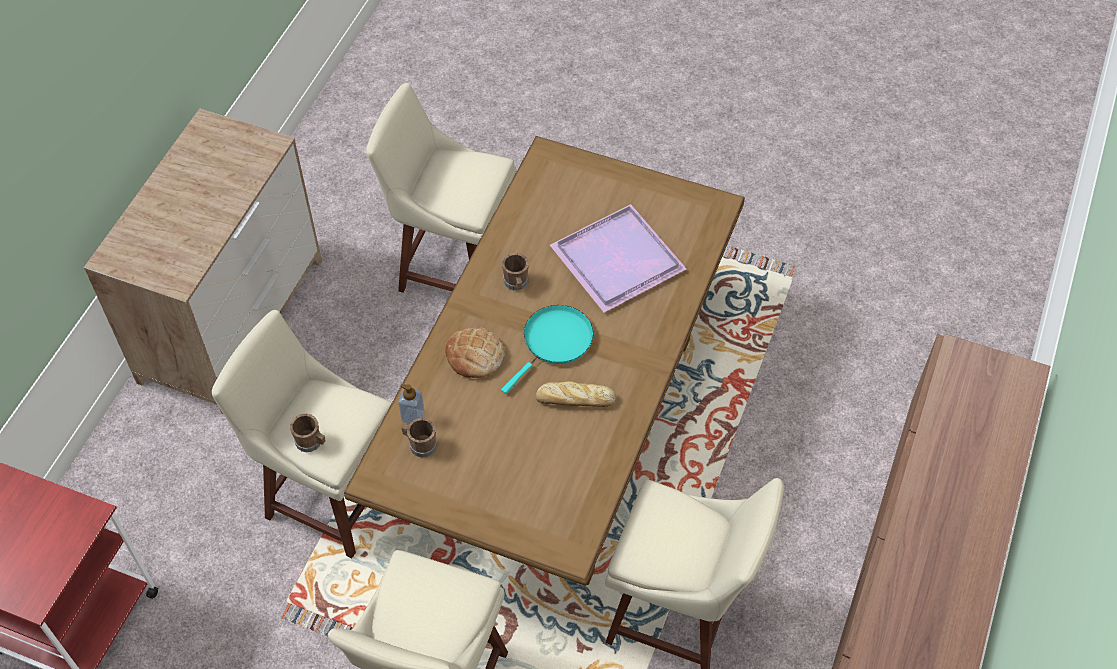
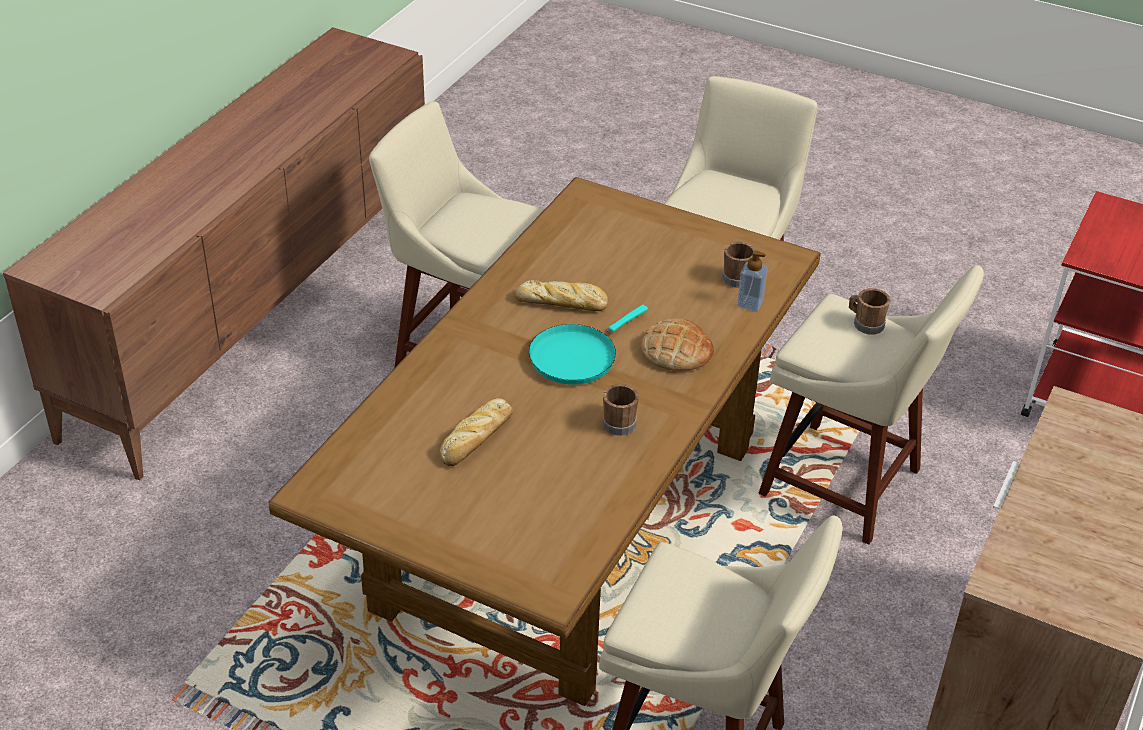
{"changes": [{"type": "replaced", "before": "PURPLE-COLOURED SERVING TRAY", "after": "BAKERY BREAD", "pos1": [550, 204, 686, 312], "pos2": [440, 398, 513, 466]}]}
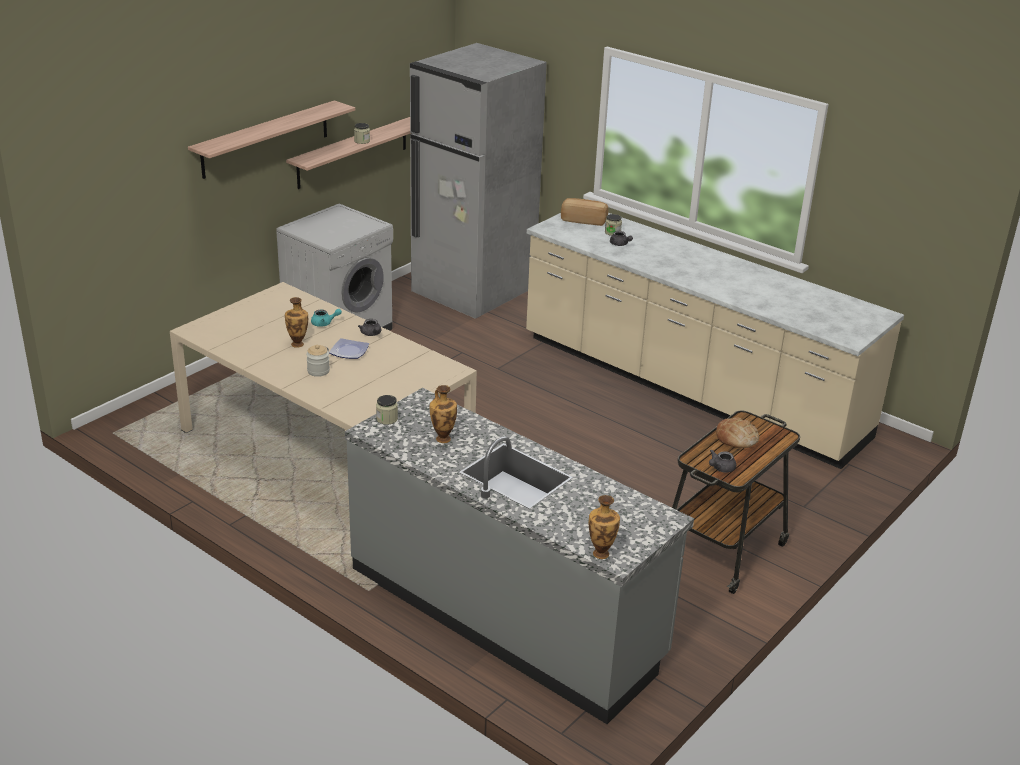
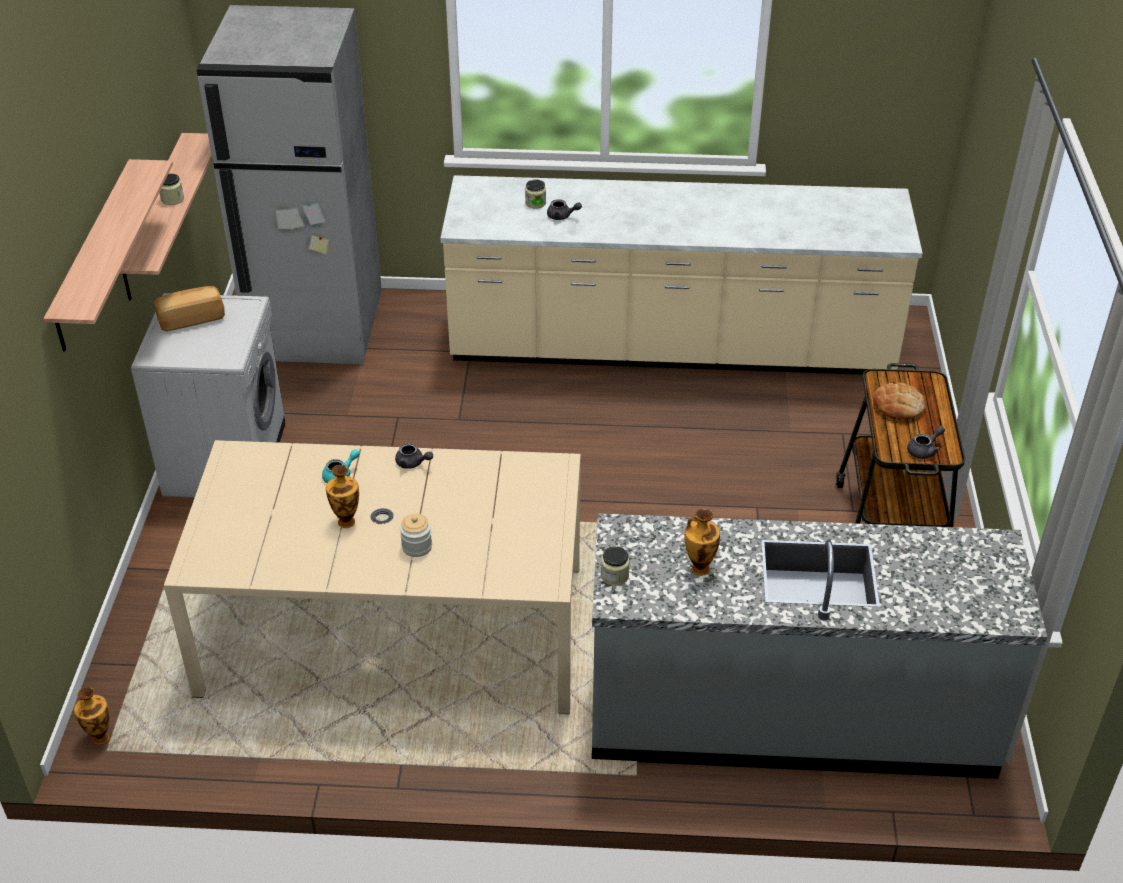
{"changes": [{"type": "moved", "before": "FLOWER VASE", "pos1": [589, 495, 620, 559], "pos2": [74, 687, 110, 745]}, {"type": "moved", "before": "BAKERY BREAD", "pos1": [561, 198, 609, 226], "pos2": [154, 286, 225, 331]}, {"type": "turned", "before": "GREYISH POT FOR TEA", "pos1": [709, 450, 736, 473], "pos2": [907, 426, 945, 459], "turn": -135}, {"type": "removed", "before": "PLATE", "pos1": [329, 338, 369, 359]}]}
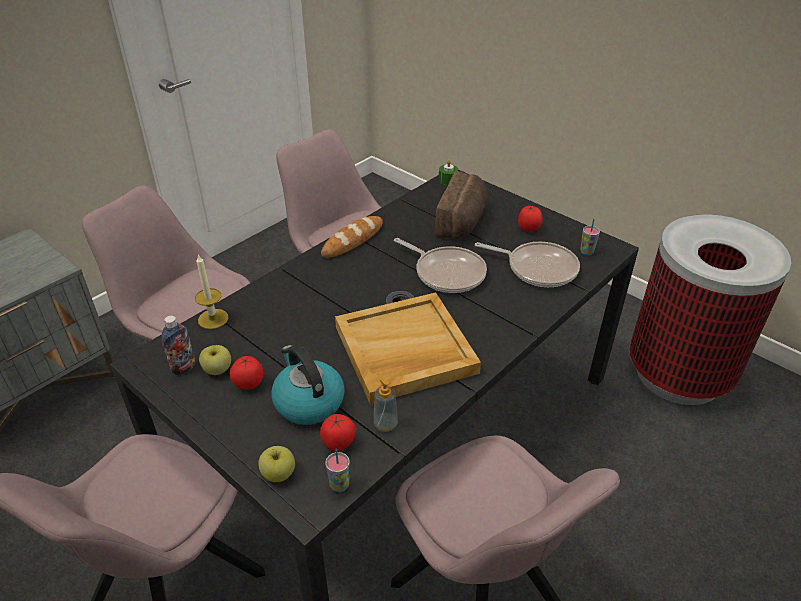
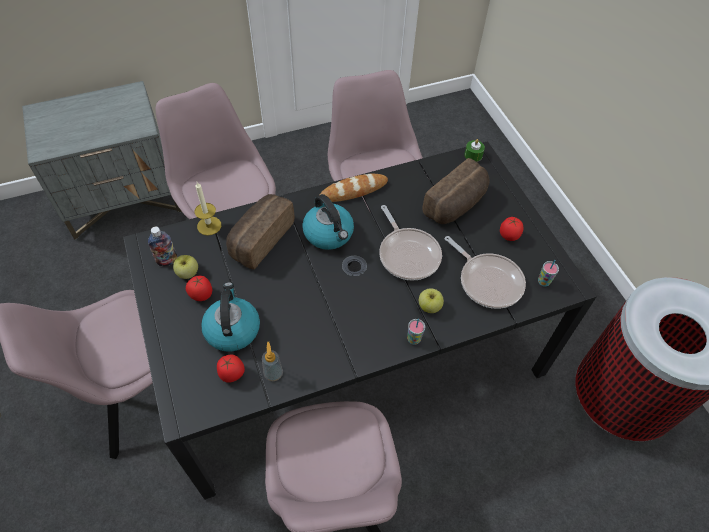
{"changes": [{"type": "added", "after": "BAKERY BREAD", "pos2": [226, 194, 294, 269]}, {"type": "added", "after": "KETTLE", "pos2": [302, 194, 354, 250]}, {"type": "moved", "before": "CUP", "pos1": [325, 449, 350, 492], "pos2": [407, 319, 425, 345]}, {"type": "moved", "before": "WHOLE APPLE", "pos1": [258, 446, 295, 482], "pos2": [419, 288, 444, 313]}, {"type": "removed", "before": "BEIGE SERVING TRAY", "pos1": [335, 292, 481, 404]}]}
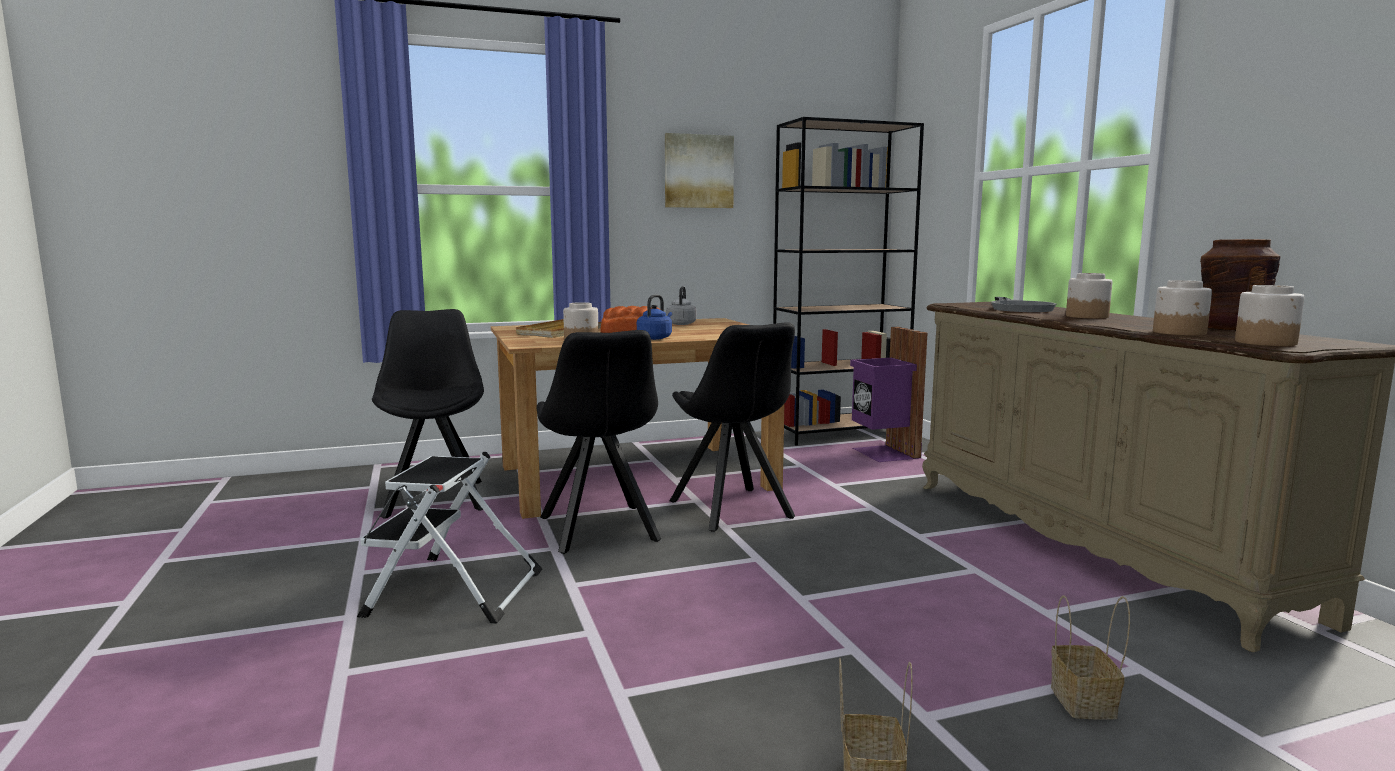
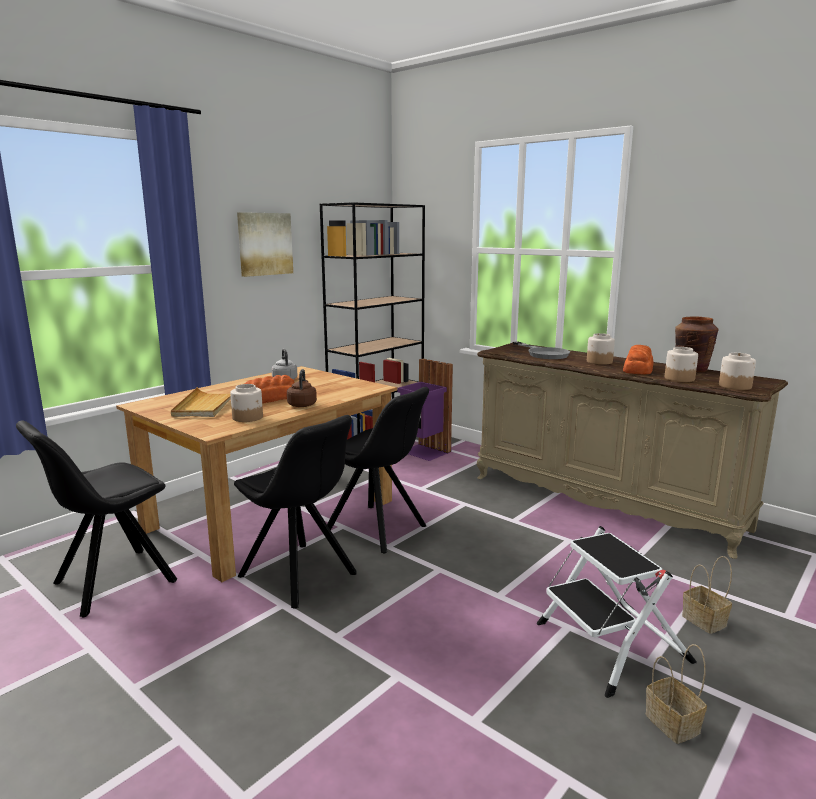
{"changes": [{"type": "turned", "before": "BLACK CHAIR", "pos1": [372, 309, 484, 519], "pos2": [16, 420, 177, 617], "turn": -90}, {"type": "recoloured", "before": "BLUE-COLOURED KETTLE", "after": "BROWN KETTLE", "pos1": [637, 295, 672, 340], "pos2": [287, 369, 317, 407]}, {"type": "moved", "before": "STEP LADDER", "pos1": [357, 452, 542, 624], "pos2": [537, 526, 697, 698]}, {"type": "added", "after": "BAKERY BREAD", "pos2": [623, 345, 653, 374]}]}
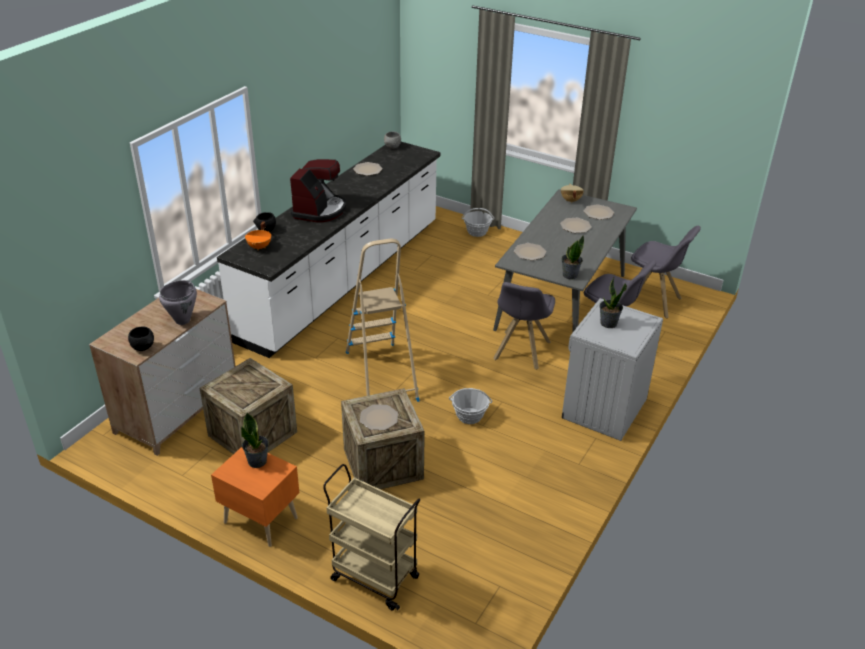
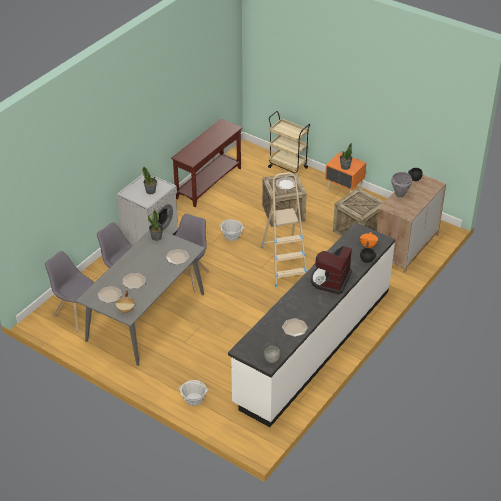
{"changes": [{"type": "added", "after": "BROWN CONSOLE TABLE", "pos2": [171, 119, 242, 207]}]}
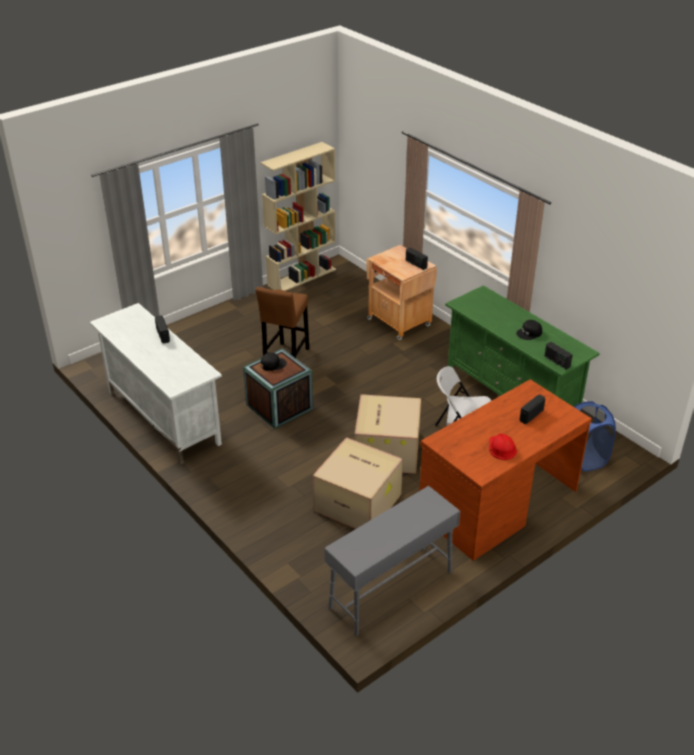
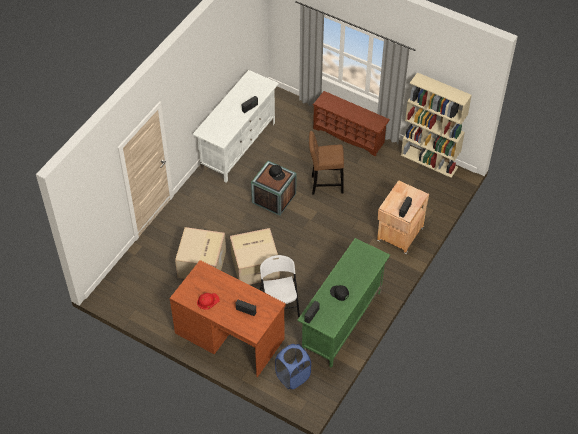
{"changes": [{"type": "added", "after": "BROWN SHOE STAND", "pos2": [313, 91, 390, 156]}, {"type": "removed", "before": "GREYISH CONSOLE TABLE", "pos1": [324, 486, 461, 636]}]}
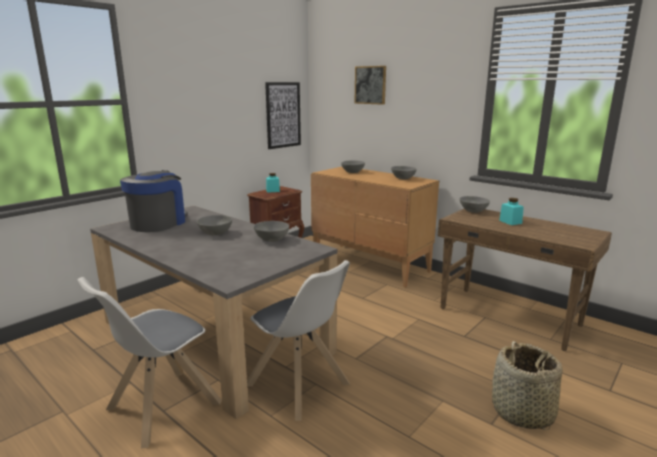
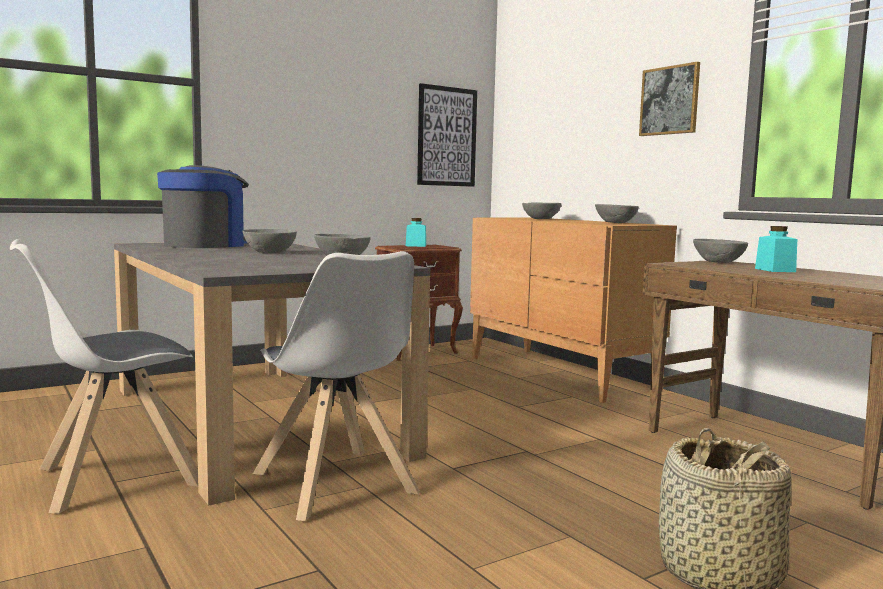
{"changes": [{"type": "moved", "before": "PICTURE", "pos1": [355, 66, 386, 105], "pos2": [639, 62, 700, 136]}]}
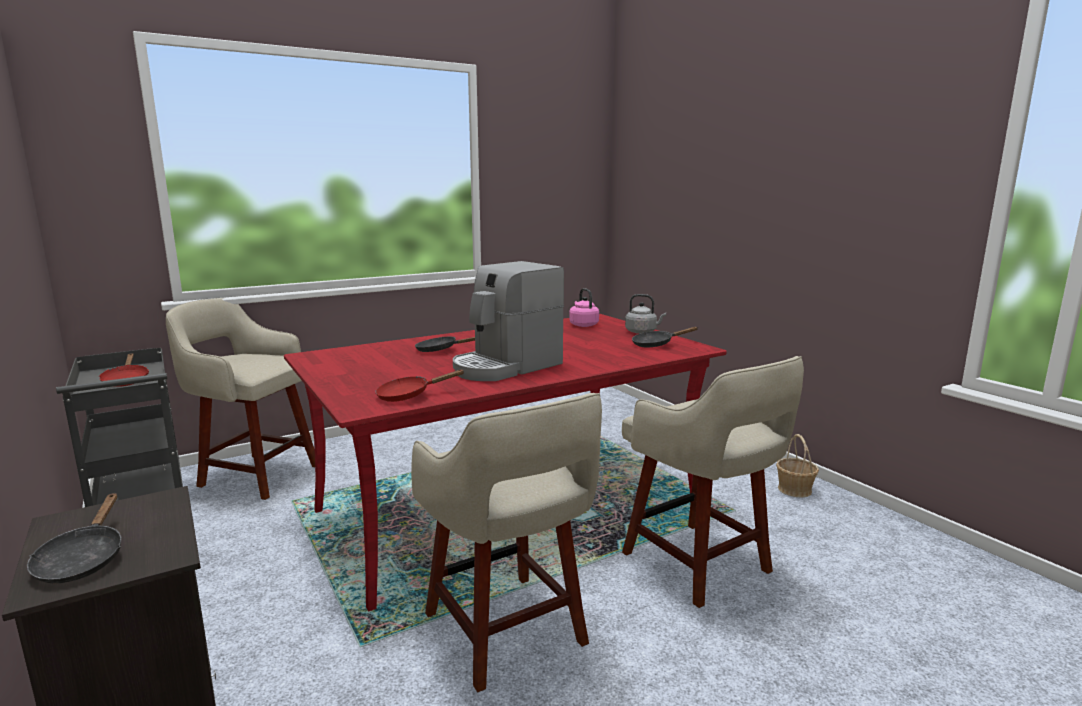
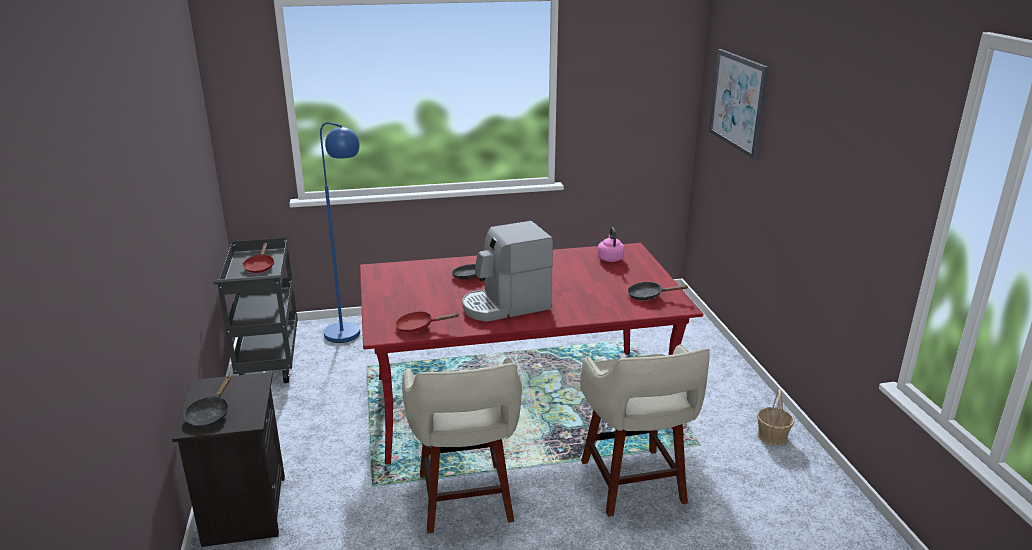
{"changes": [{"type": "replaced", "before": "BEIGE SITTING STOOL", "after": "BLUE-COLOURED FLOOR LAMP", "pos1": [166, 298, 315, 500], "pos2": [320, 122, 360, 343]}, {"type": "added", "after": "PICTURE", "pos2": [709, 49, 769, 160]}, {"type": "removed", "before": "GREYISH KETTLE", "pos1": [625, 294, 666, 334]}]}
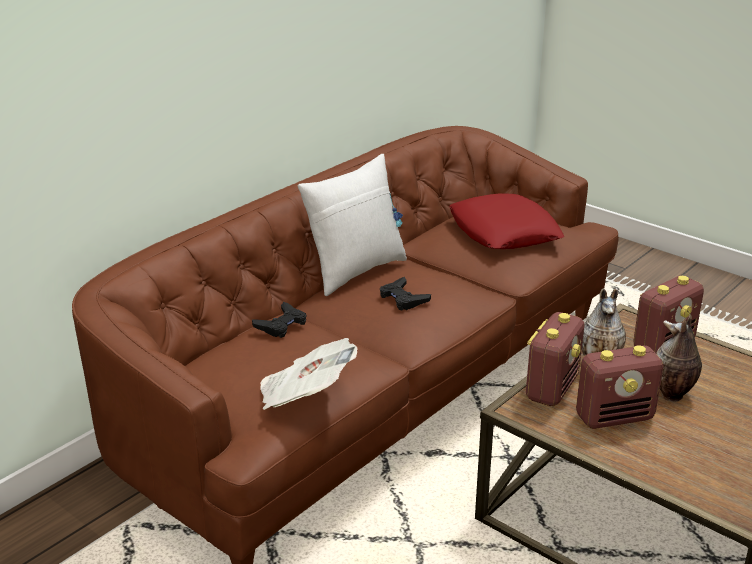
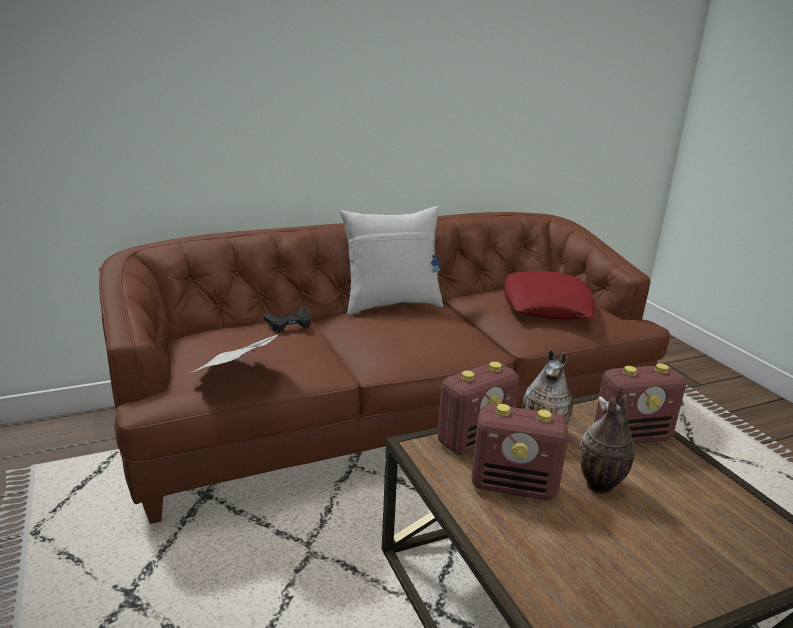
{"changes": [{"type": "removed", "before": "BLACK GAMEPAD", "pos1": [380, 277, 431, 311]}]}
